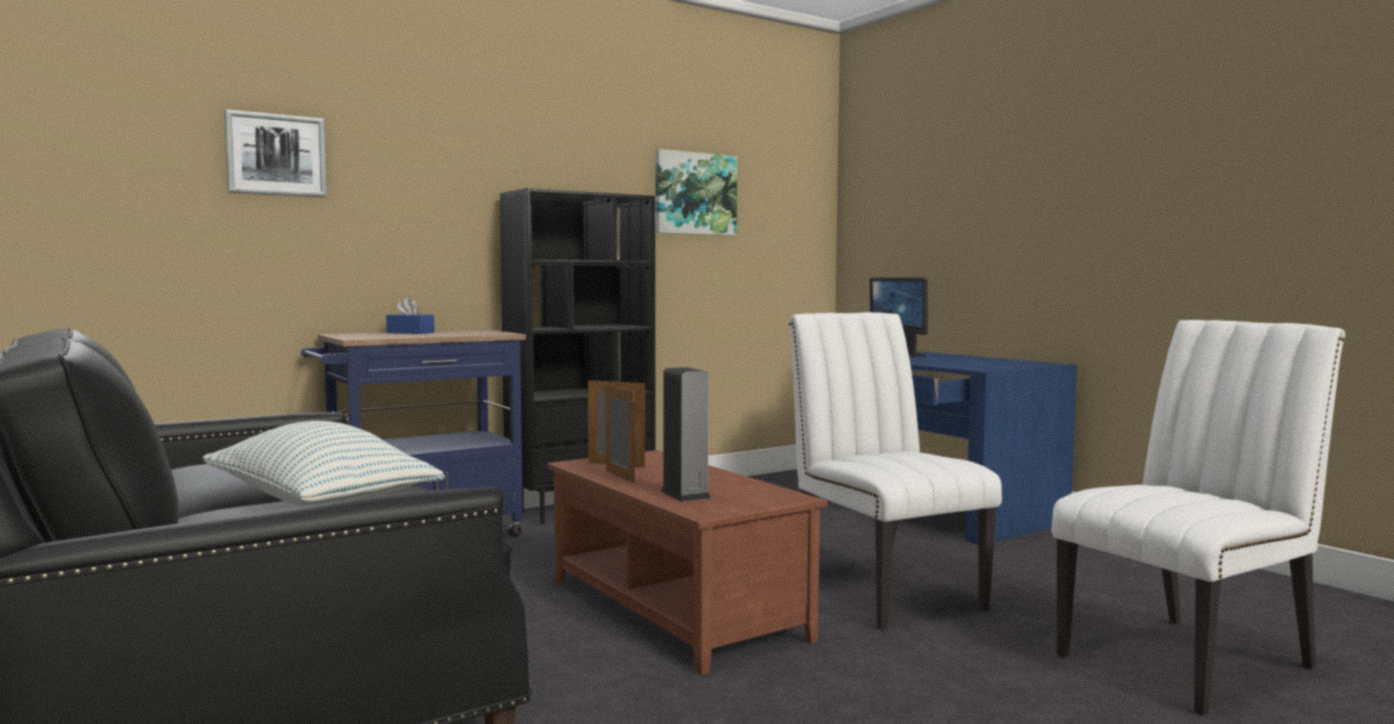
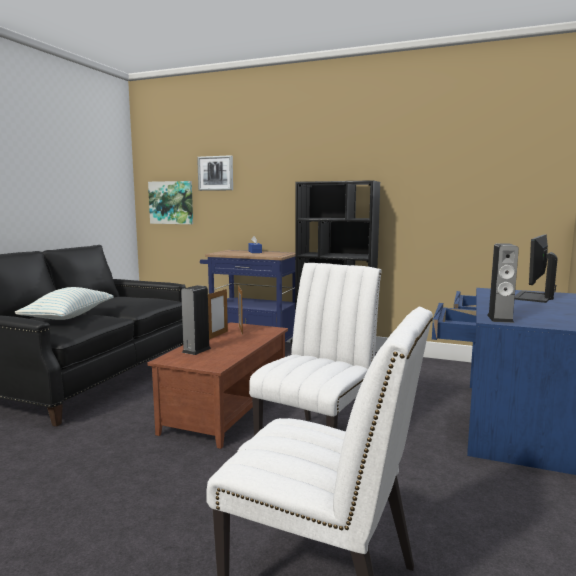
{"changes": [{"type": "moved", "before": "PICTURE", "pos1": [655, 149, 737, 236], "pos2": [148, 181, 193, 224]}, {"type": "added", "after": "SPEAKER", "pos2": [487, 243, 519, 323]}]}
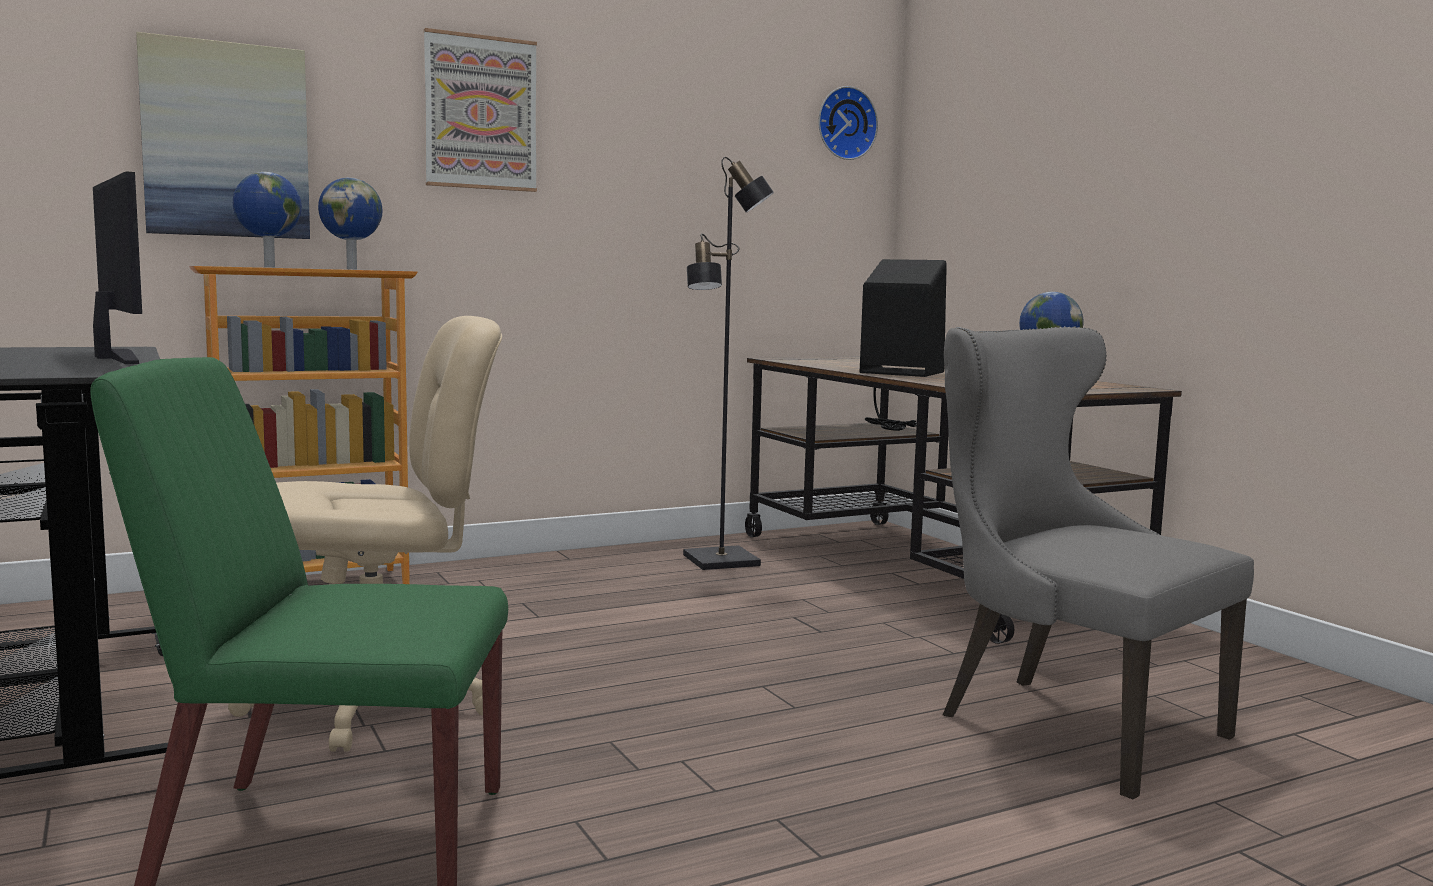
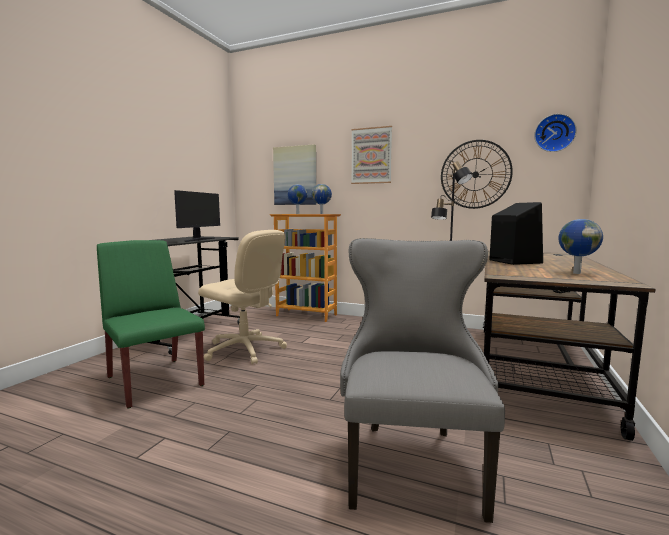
{"changes": [{"type": "added", "after": "CLOCK ON THE WALL", "pos2": [441, 140, 513, 209]}]}
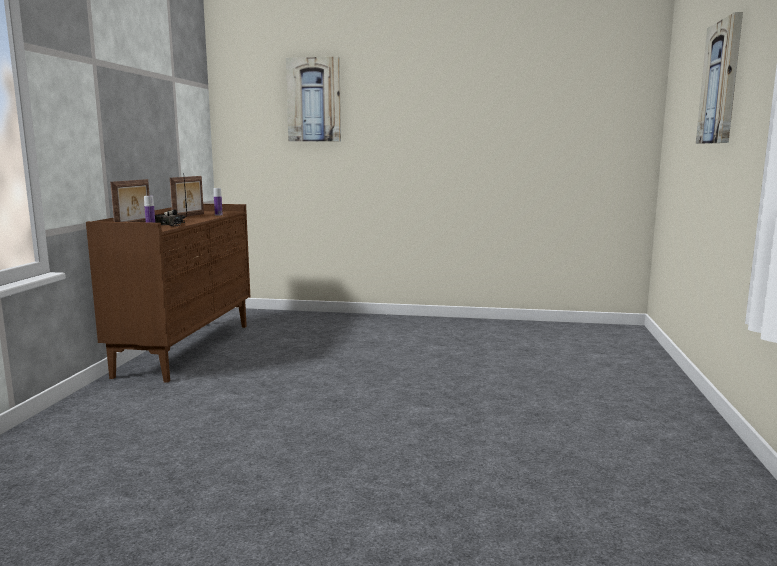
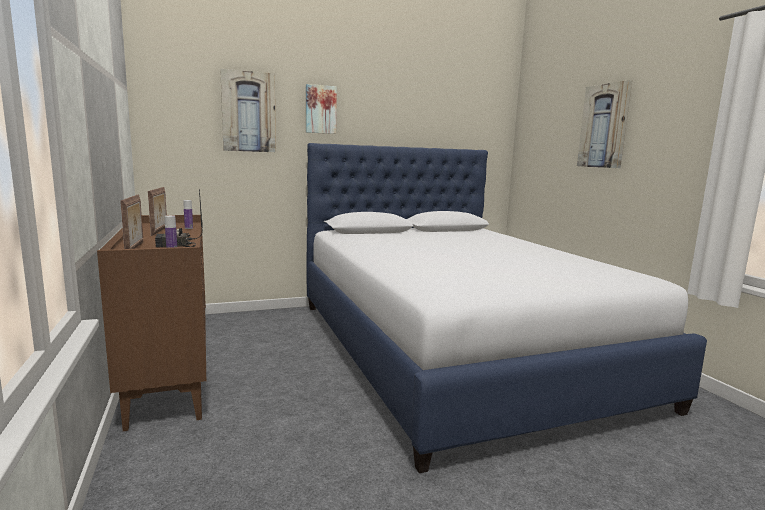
{"changes": [{"type": "added", "after": "PICTURE", "pos2": [306, 84, 337, 134]}, {"type": "added", "after": "WHITE BED", "pos2": [306, 143, 707, 473]}]}
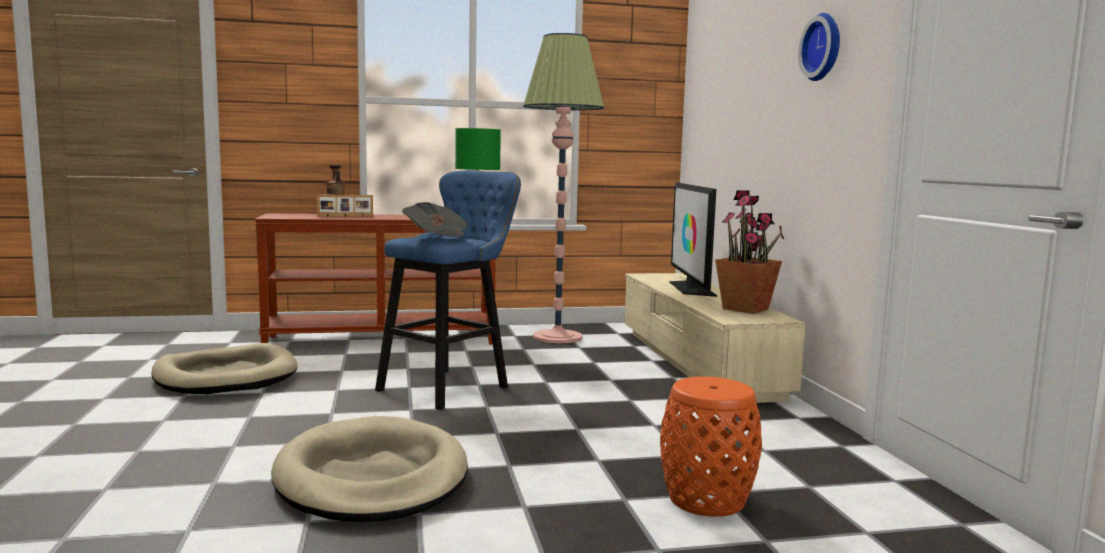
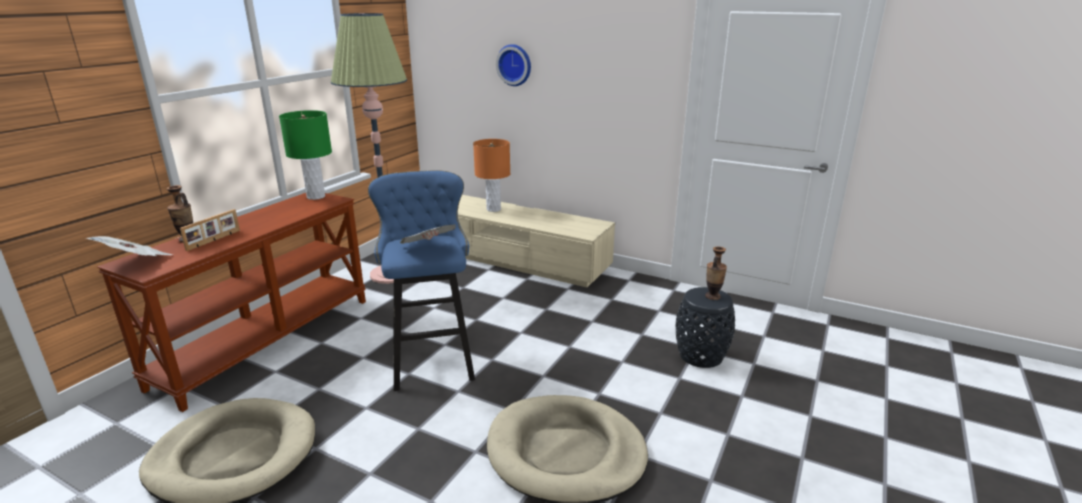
{"changes": [{"type": "added", "after": "DAILY PAPER", "pos2": [86, 236, 174, 256]}, {"type": "replaced", "before": "TV SET", "after": "ORANGE-COLOURED TABLETOP LAMP", "pos1": [669, 182, 717, 297], "pos2": [473, 139, 510, 212]}, {"type": "moved", "before": "CLOCK ON THE WALL", "pos1": [798, 13, 840, 81], "pos2": [496, 44, 531, 86]}, {"type": "recoloured", "before": "ORANGE-COLOURED SITTING STOOL", "after": "BLACK SITTING STOOL", "pos1": [660, 377, 762, 517], "pos2": [675, 287, 735, 368]}, {"type": "added", "after": "FLOWER VASE", "pos2": [705, 247, 727, 300]}, {"type": "removed", "before": "PLANT IN A POT", "pos1": [715, 190, 784, 314]}]}
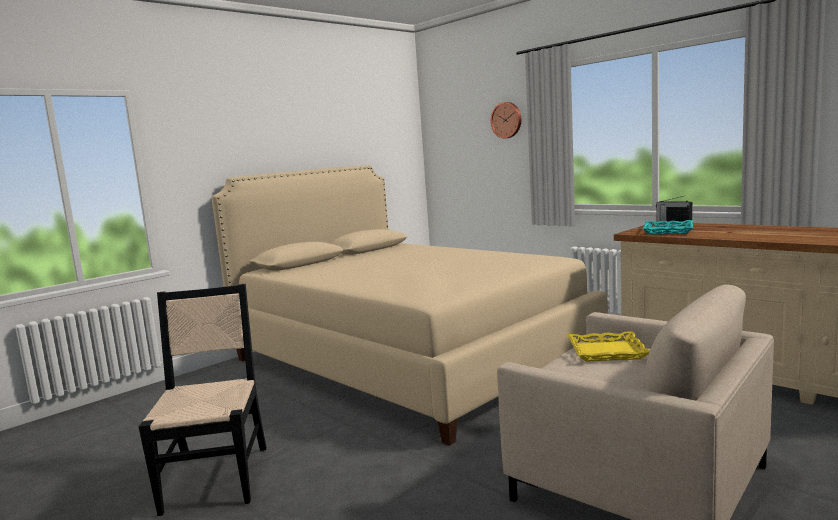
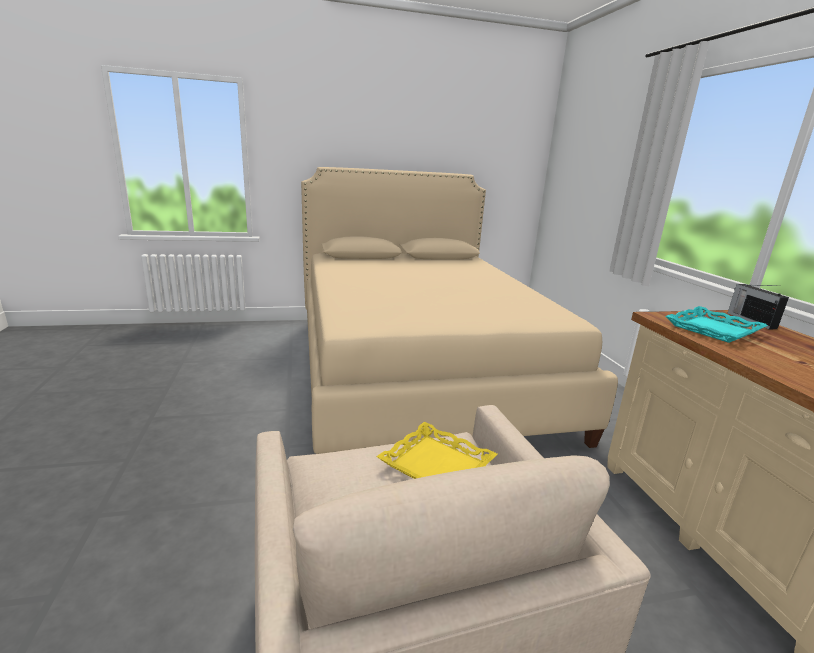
{"changes": [{"type": "removed", "before": "CHAIR", "pos1": [139, 284, 267, 516]}, {"type": "removed", "before": "CLOCK ON THE WALL", "pos1": [490, 102, 521, 138]}]}
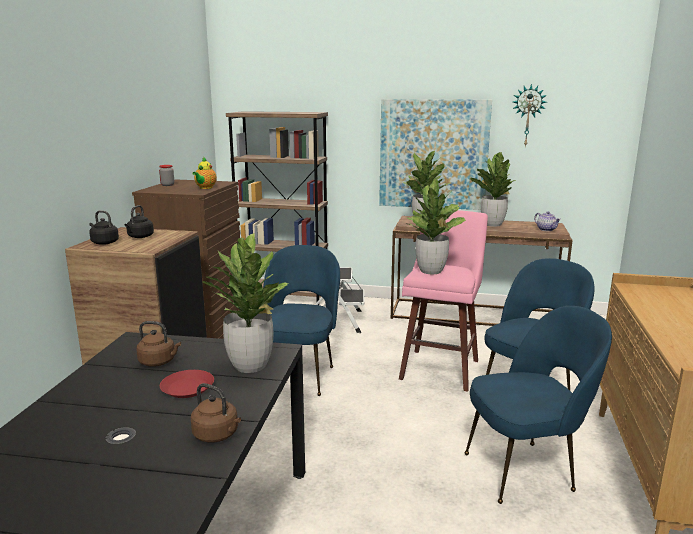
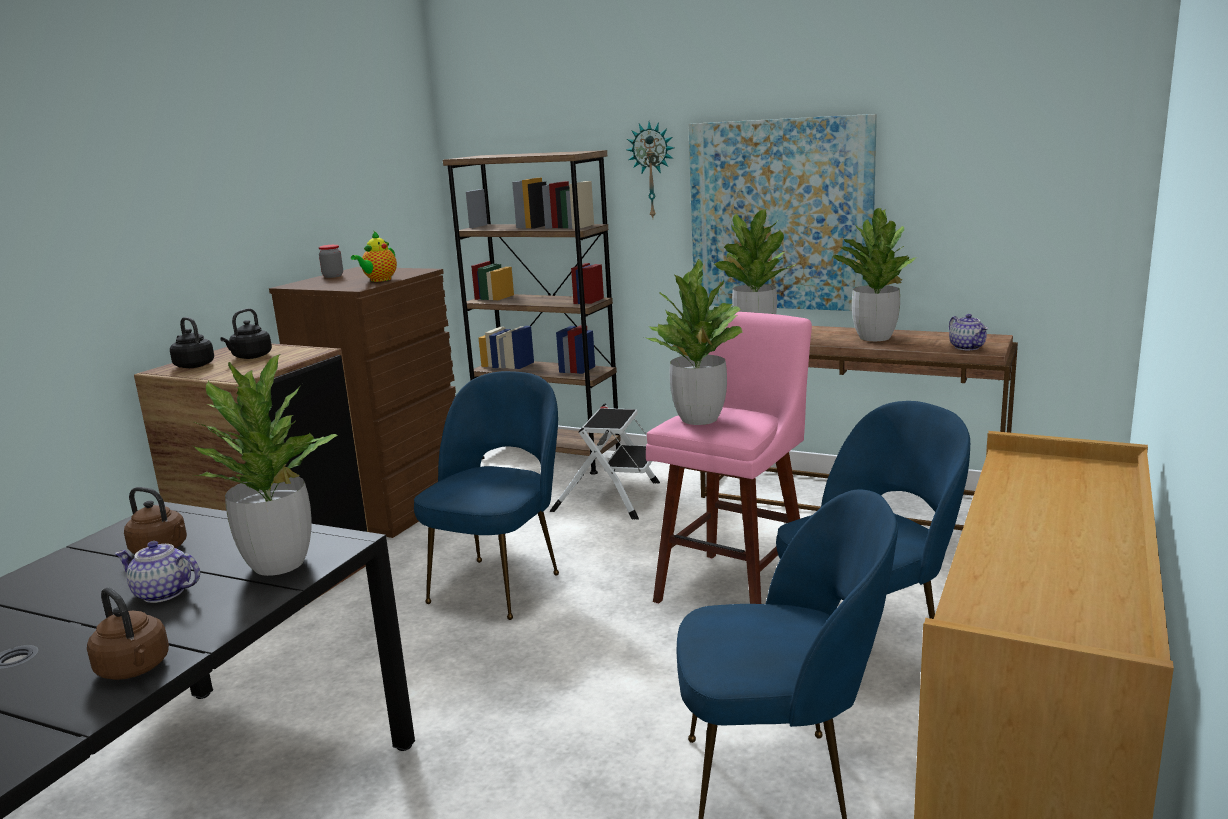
{"changes": [{"type": "replaced", "before": "REDDISH PLATE", "after": "POT FOR TEA", "pos1": [160, 370, 214, 398], "pos2": [115, 541, 200, 603]}, {"type": "moved", "before": "CLOCK ON THE WALL", "pos1": [513, 84, 547, 147], "pos2": [626, 122, 674, 218]}]}
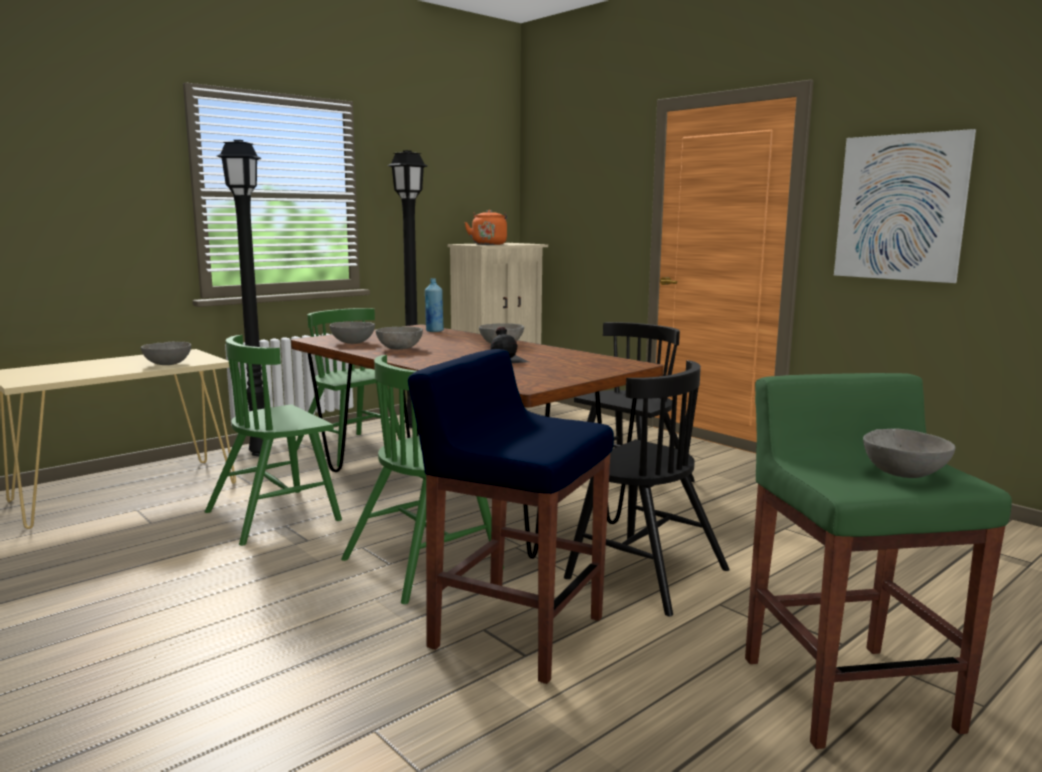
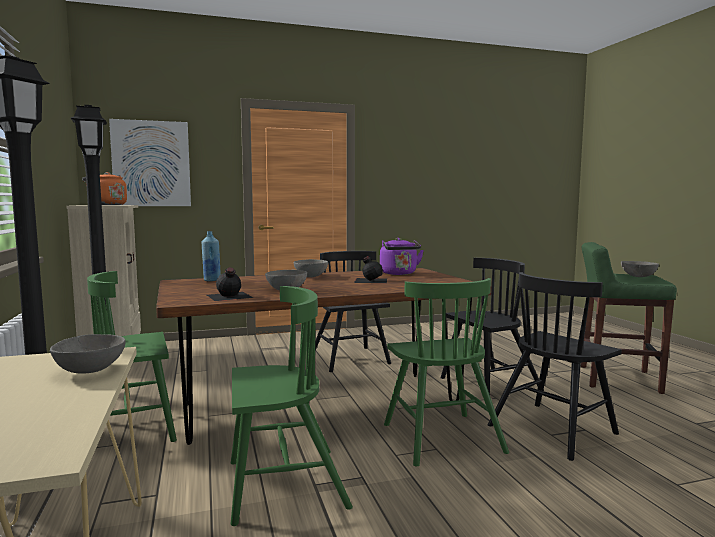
{"changes": [{"type": "moved", "before": "PICTURE", "pos1": [834, 129, 976, 283], "pos2": [109, 119, 191, 206]}, {"type": "replaced", "before": "GREYISH BOWL", "after": "BLACK BEVERAGE BOTTLE", "pos1": [330, 322, 375, 344], "pos2": [207, 267, 254, 301]}, {"type": "turned", "before": "GREEN-COLOURED CHAIR", "pos1": [205, 335, 342, 546], "pos2": [231, 286, 353, 526], "turn": -90}, {"type": "added", "after": "PURPLE-COLOURED KETTLE", "pos2": [380, 238, 424, 275]}, {"type": "replaced", "before": "BLUE-COLOURED SITTING STOOL", "after": "BLACK CHAIR", "pos1": [408, 349, 614, 684], "pos2": [488, 272, 622, 461]}]}
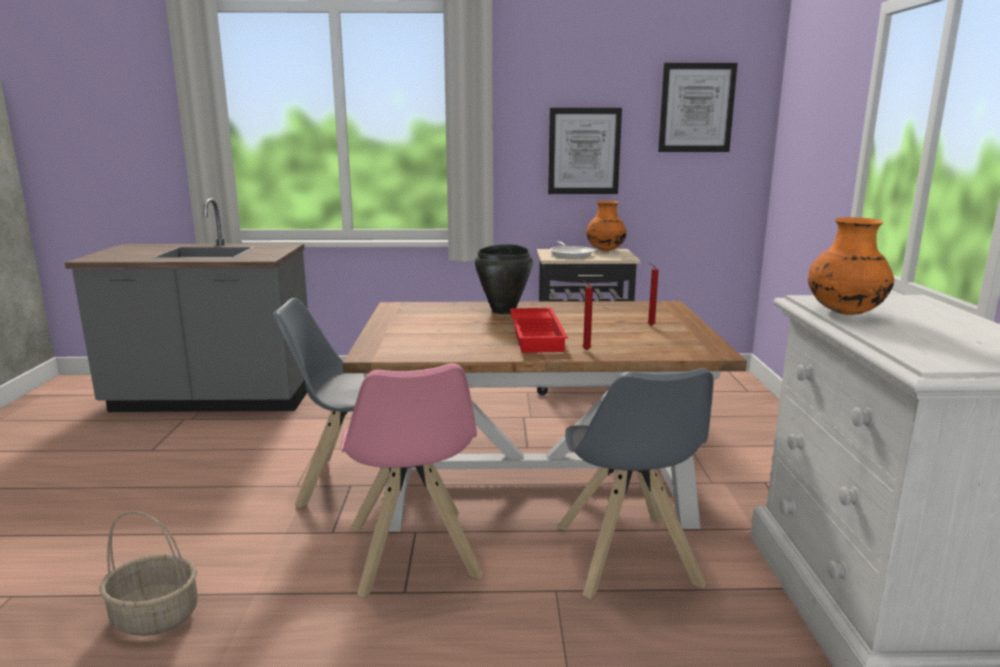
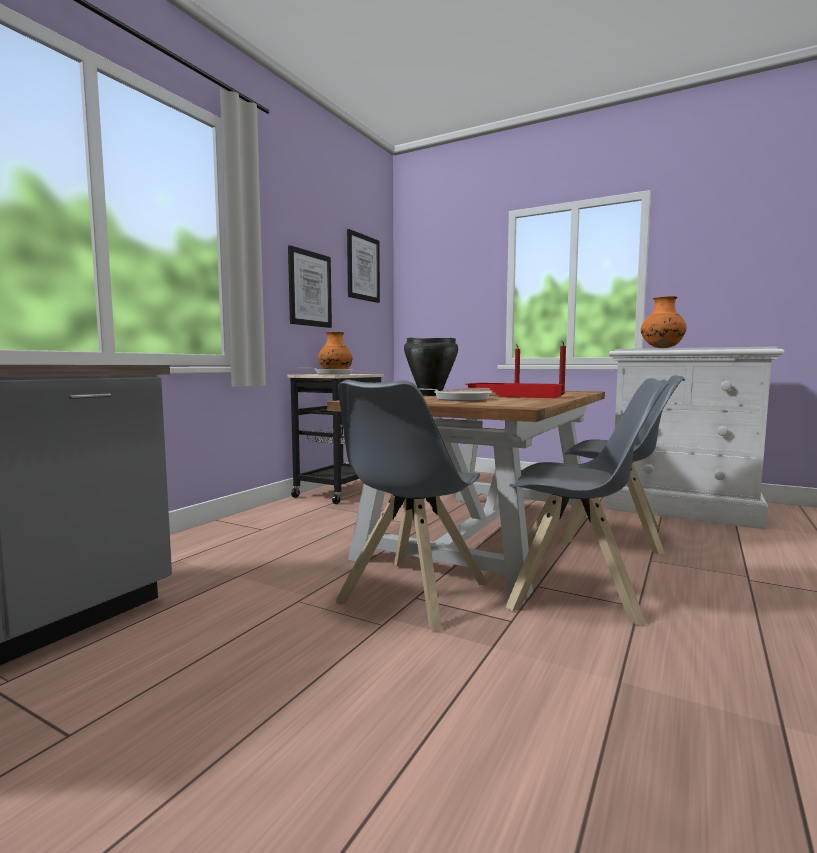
{"changes": [{"type": "added", "after": "PAN", "pos2": [418, 388, 492, 401]}, {"type": "recoloured", "before": "PINK-COLOURED CHAIR", "after": "GREYISH CHAIR", "pos1": [341, 363, 483, 598], "pos2": [506, 378, 669, 626]}, {"type": "removed", "before": "HOUSEHOLD BASKET", "pos1": [99, 511, 198, 636]}]}
